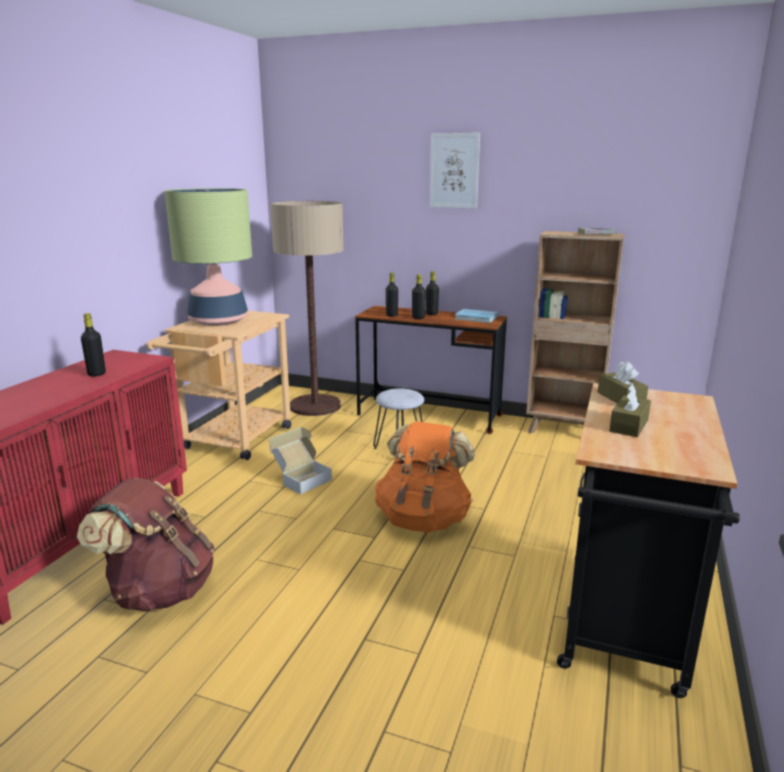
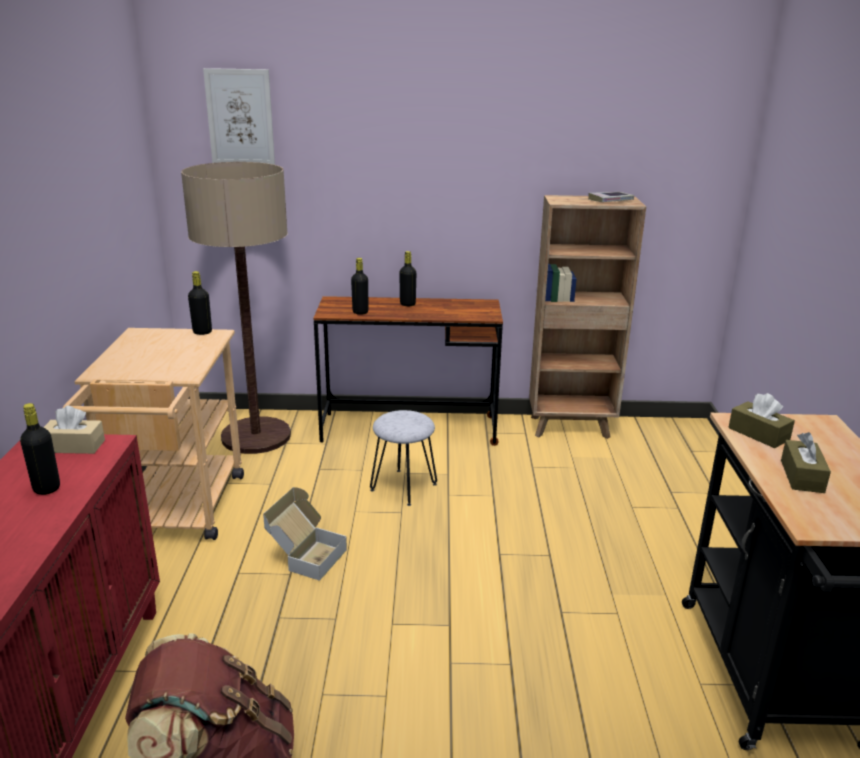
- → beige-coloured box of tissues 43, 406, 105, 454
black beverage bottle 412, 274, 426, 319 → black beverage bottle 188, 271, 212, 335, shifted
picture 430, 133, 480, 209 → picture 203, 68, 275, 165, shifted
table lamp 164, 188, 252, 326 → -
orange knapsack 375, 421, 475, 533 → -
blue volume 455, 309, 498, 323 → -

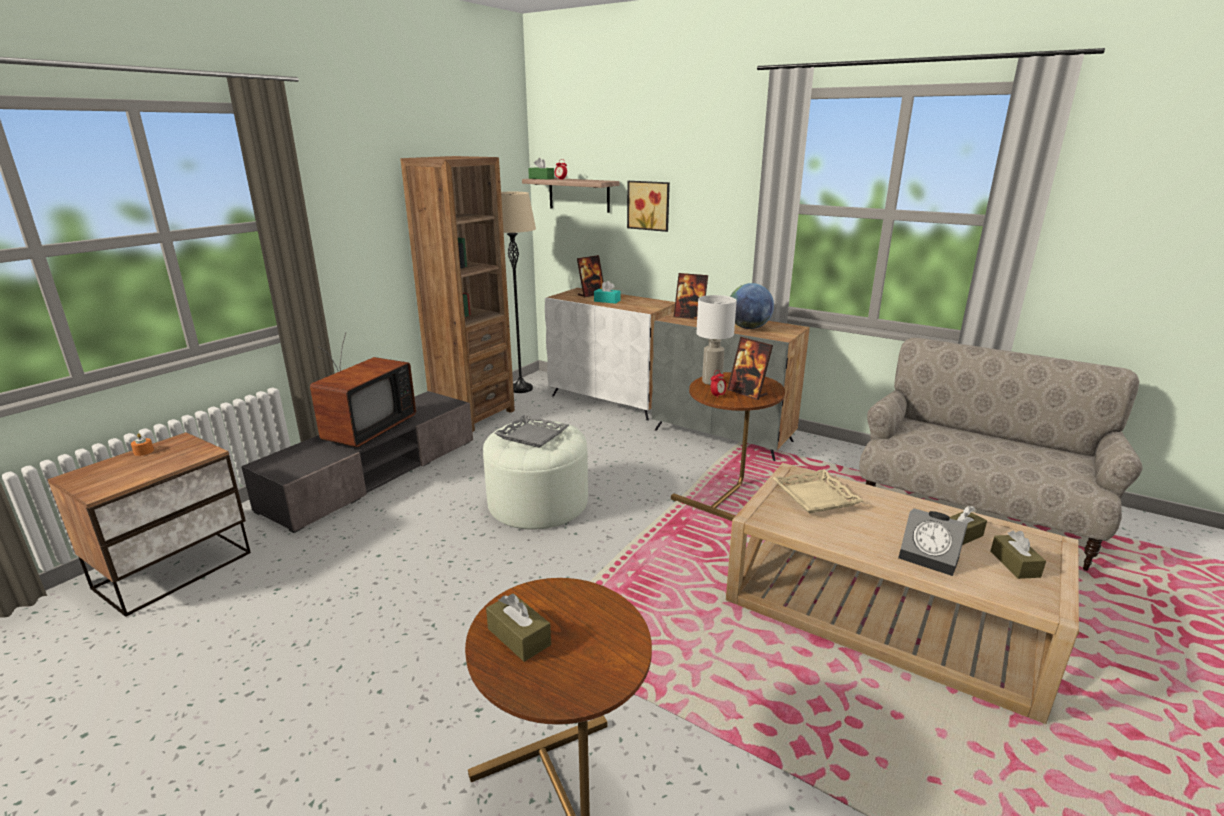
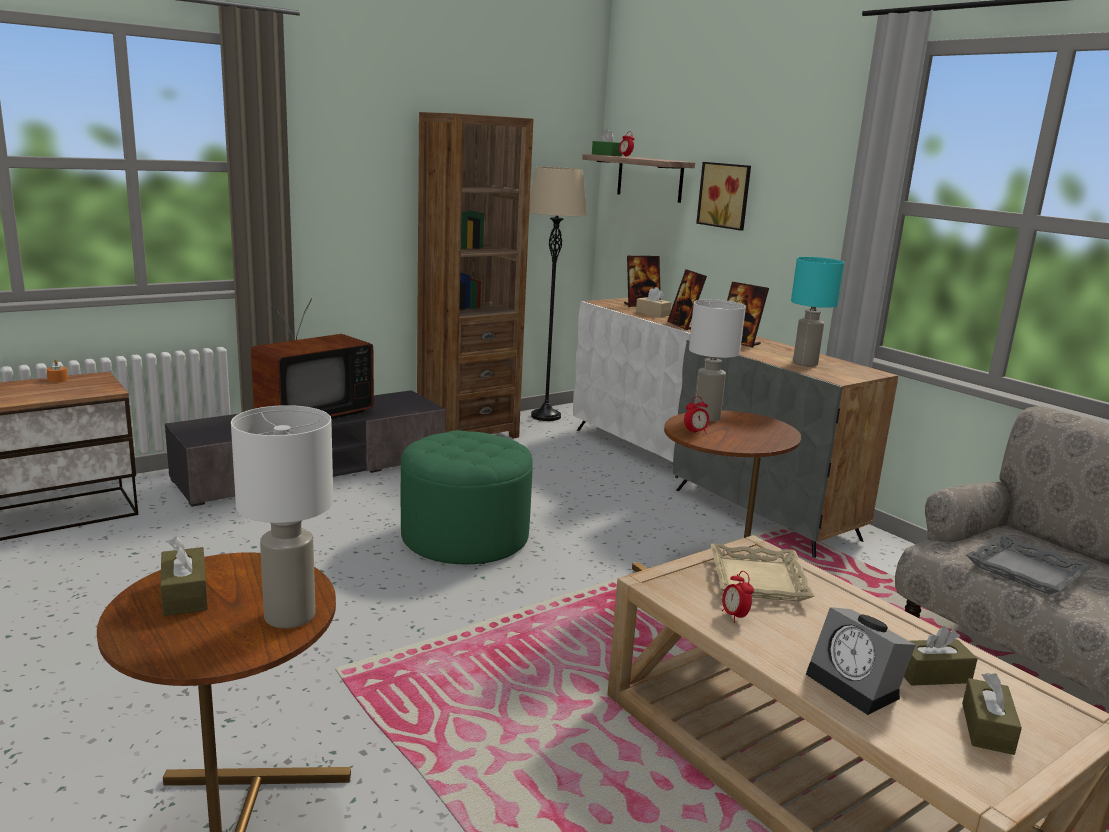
- → whitish table lamp 231, 405, 333, 628
whitish footrest 483, 420, 588, 530 → green-coloured footrest 401, 430, 533, 564
turquoise-coloured box of tissues 594, 281, 620, 304 → beige-coloured box of tissues 636, 287, 671, 317
standing frame 727, 337, 773, 400 → standing frame 667, 269, 707, 330, shifted
- → table clock 722, 571, 754, 623
desk globe 730, 283, 774, 329 → turquoise-coloured table lamp 791, 257, 844, 367
gray serving tray 494, 415, 569, 448 → gray serving tray 966, 534, 1092, 595, shifted

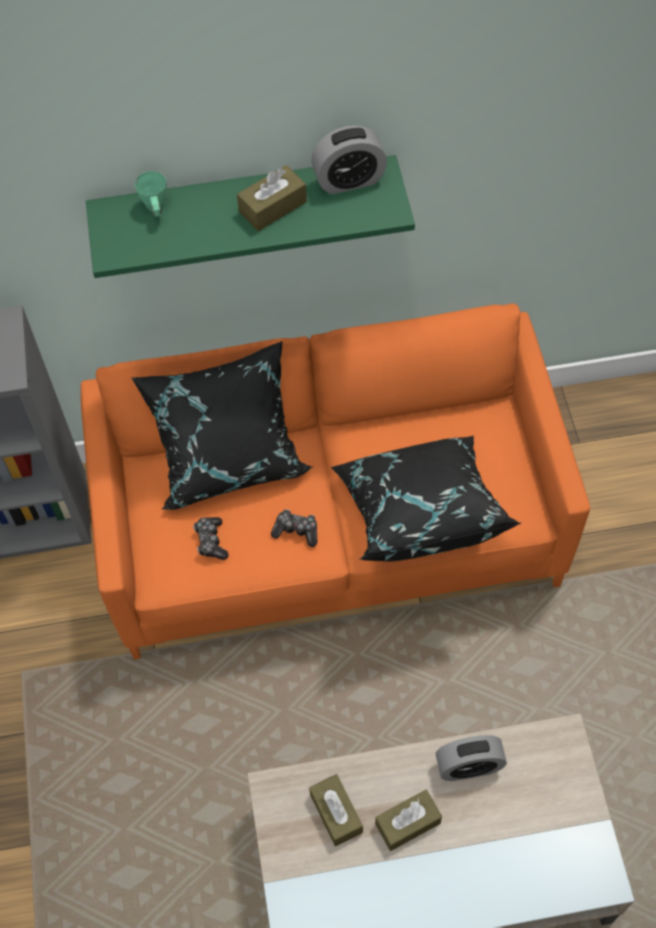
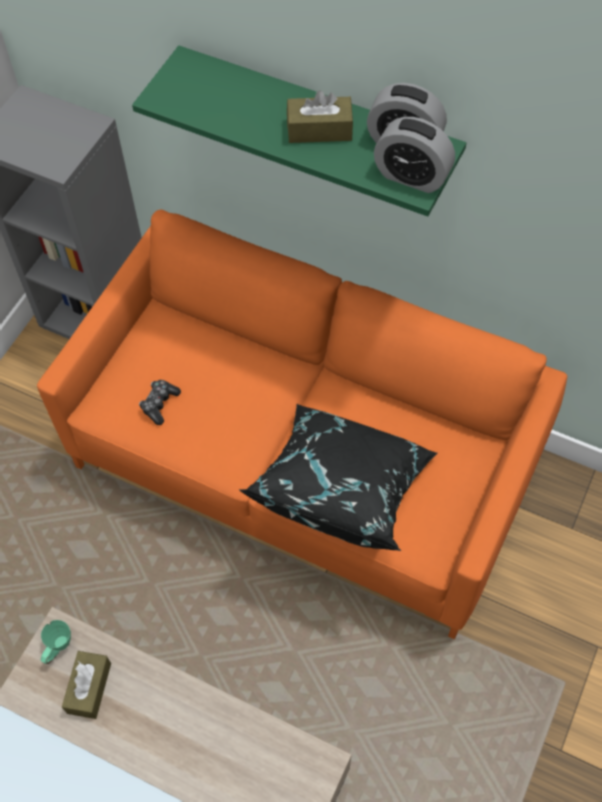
green-coloured coffee mug 135, 171, 167, 216 → green-coloured coffee mug 41, 620, 71, 664, shifted
table clock 436, 735, 507, 781 → table clock 374, 117, 455, 193, shifted
black throw pillow 131, 341, 313, 510 → -
game controller 271, 509, 317, 547 → -
brownish box of tissues 375, 790, 442, 851 → -

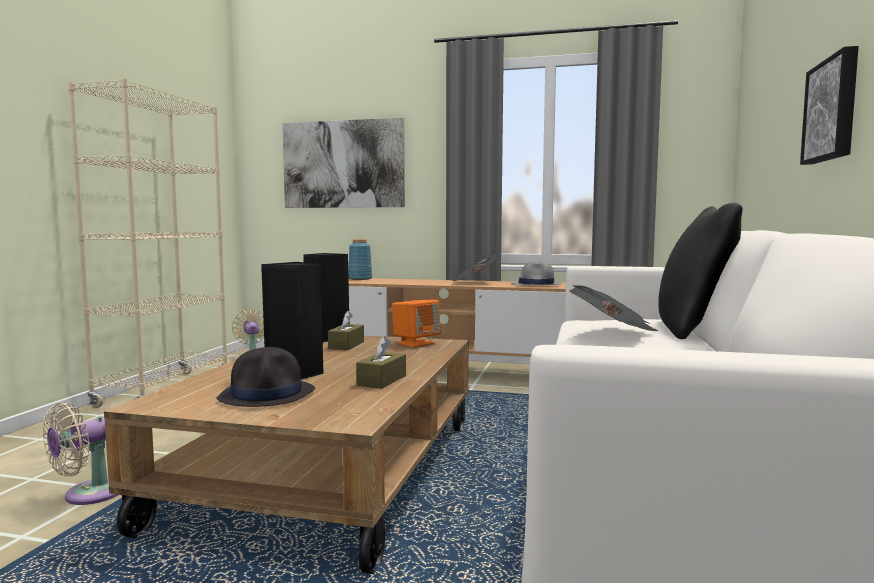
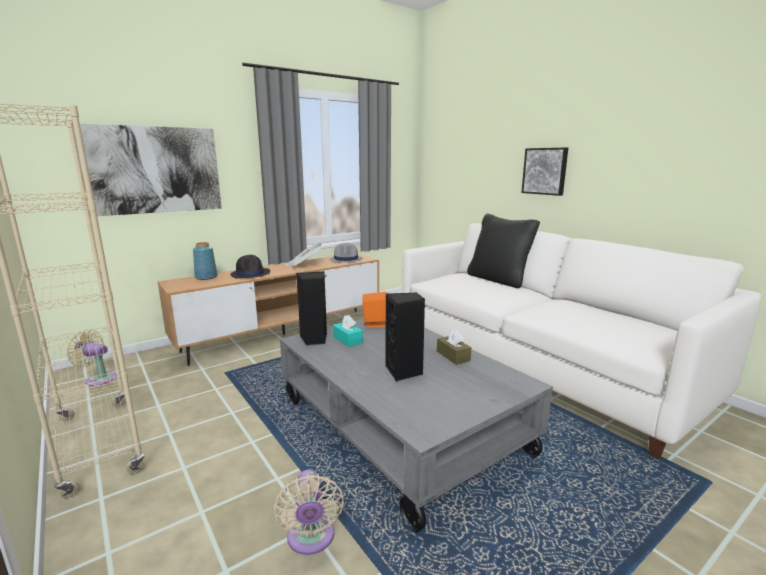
black wearable hat 216, 347, 315, 407 → black wearable hat 231, 255, 270, 278, shifted
brownish coffee table 104, 335, 469, 574 → gray coffee table 280, 318, 553, 532
brownish box of tissues 328, 311, 364, 350 → turquoise-coloured box of tissues 333, 315, 363, 347
daily paper 570, 285, 659, 331 → -

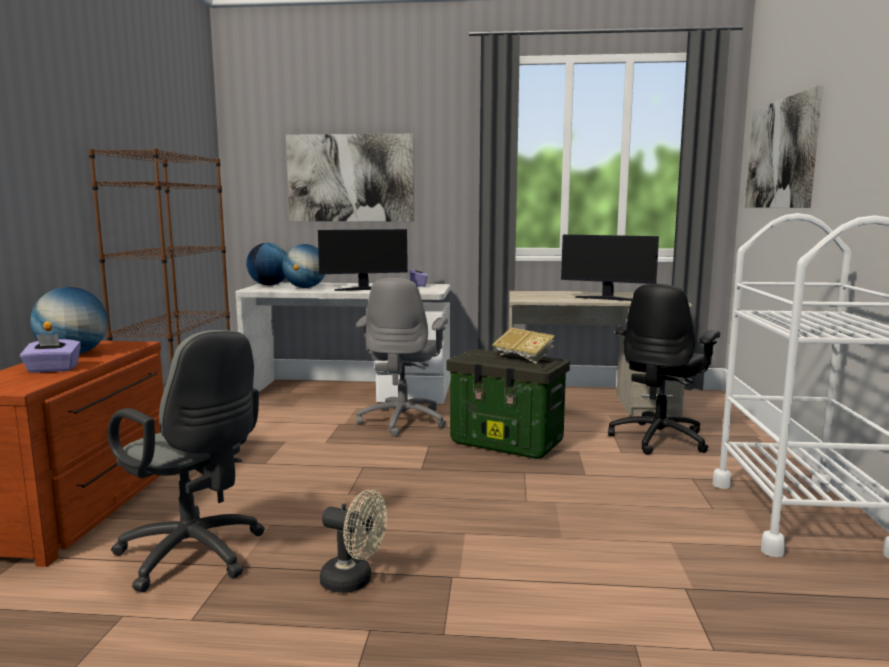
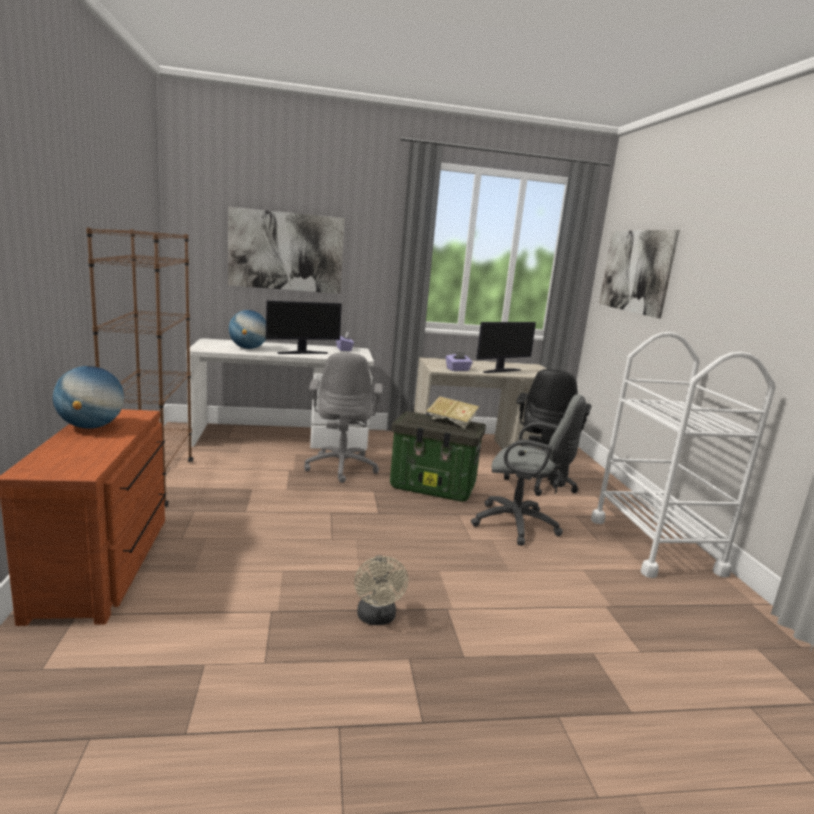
beige-coloured fan 320, 490, 387, 593 → beige-coloured fan 354, 555, 408, 625, 75 degrees clockwise
purplish box of tissues 20, 334, 81, 373 → purplish box of tissues 446, 352, 473, 371, shifted
gray computer chair 108, 330, 265, 592 → gray computer chair 471, 394, 586, 546, shifted
monitor 561, 234, 659, 301 → monitor 476, 322, 536, 373, 45 degrees counterclockwise
desk globe 246, 243, 286, 285 → -

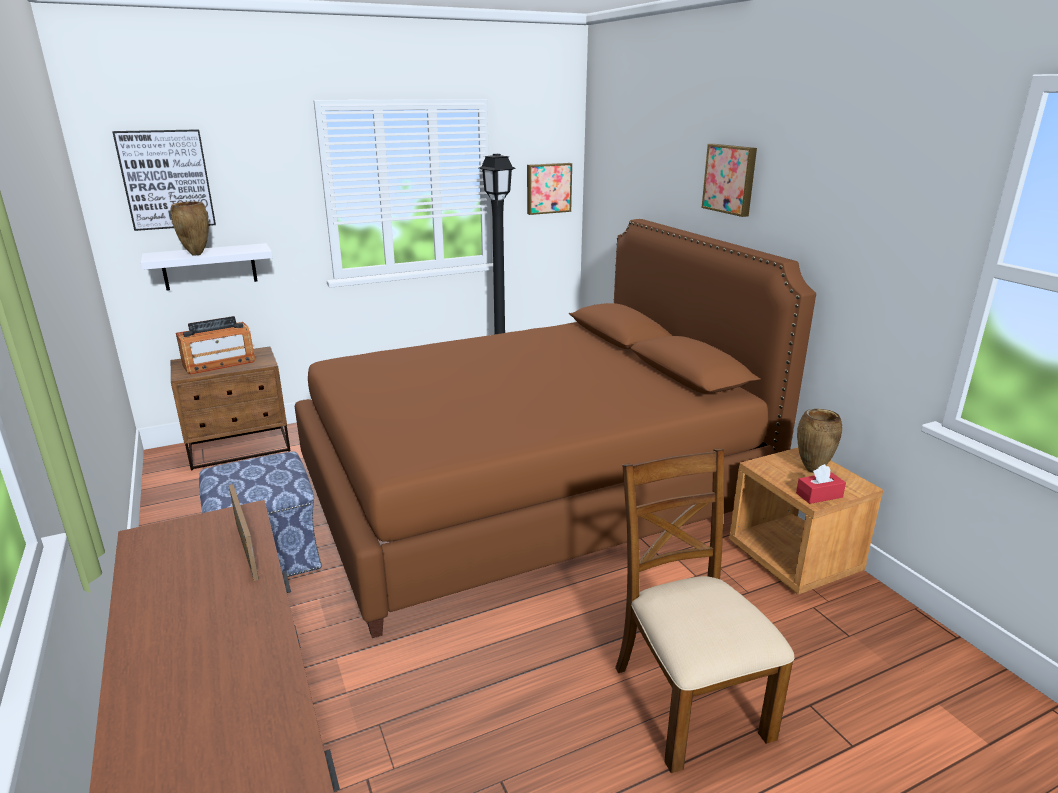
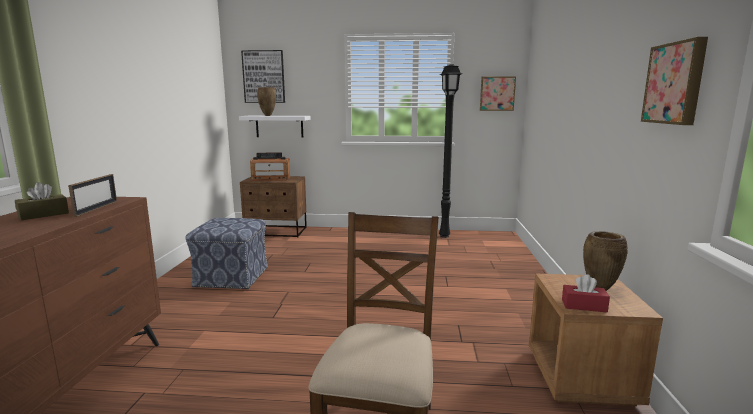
- → brownish box of tissues 15, 182, 69, 220
picture 702, 144, 757, 217 → picture 641, 37, 708, 125, shifted
brownish bedroom bed 295, 219, 816, 638 → -

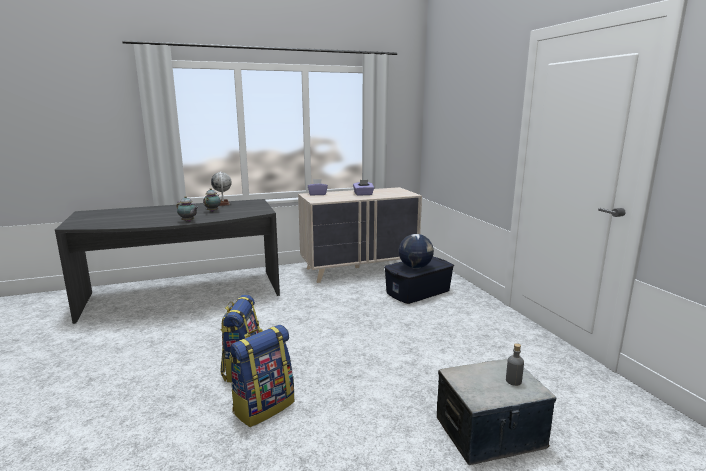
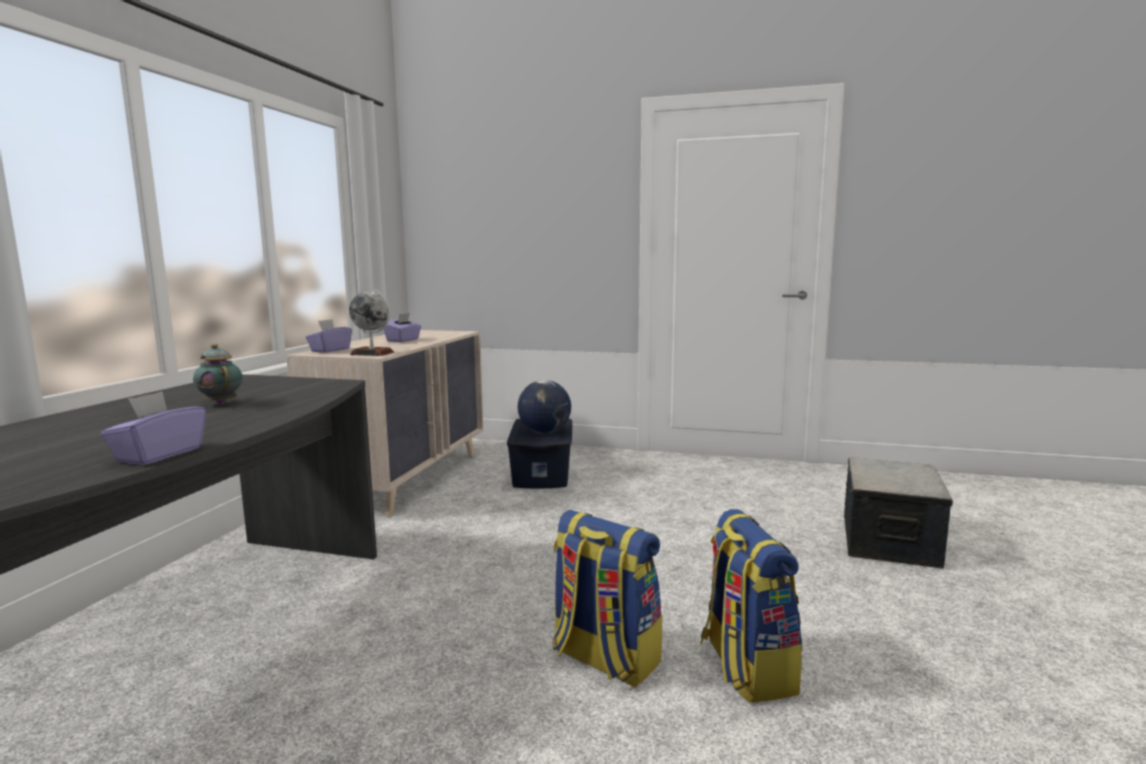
- → purplish box of tissues 101, 391, 206, 465
desk globe 211, 171, 232, 206 → desk globe 349, 290, 394, 356, shifted
tea pot 176, 196, 199, 222 → -
gray beverage bottle 506, 343, 524, 386 → -

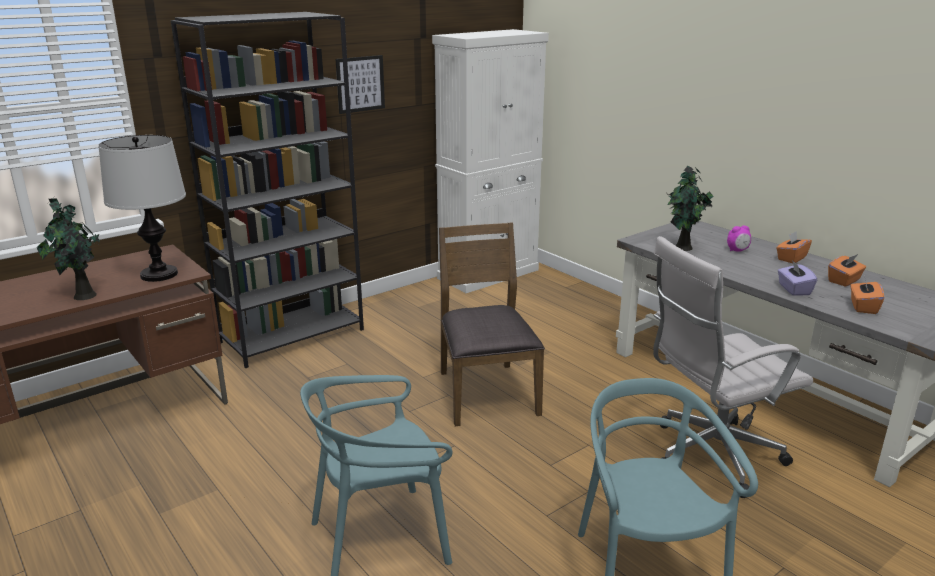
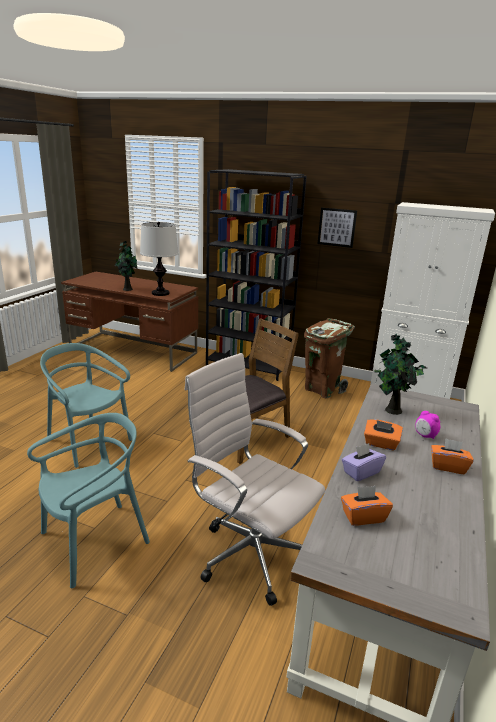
- → brownish trash can 304, 318, 355, 399
orange box of tissues 828, 254, 866, 287 → orange box of tissues 364, 419, 403, 450, shifted

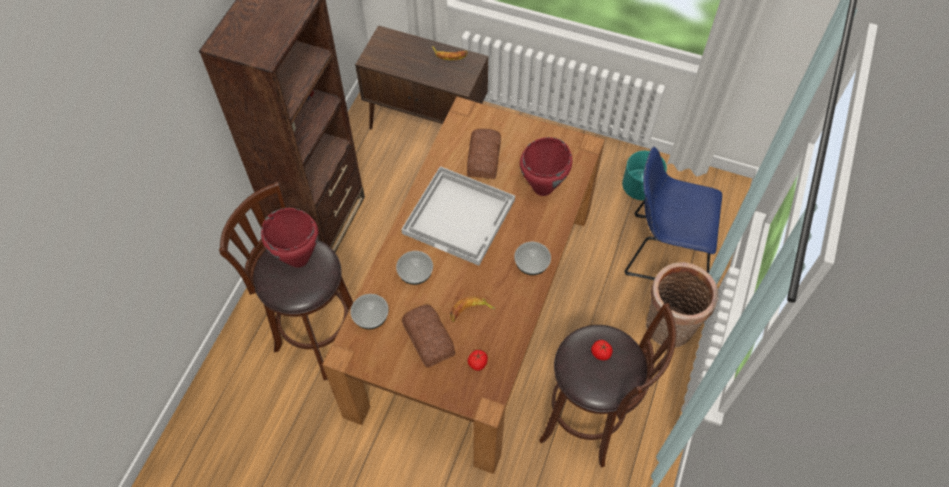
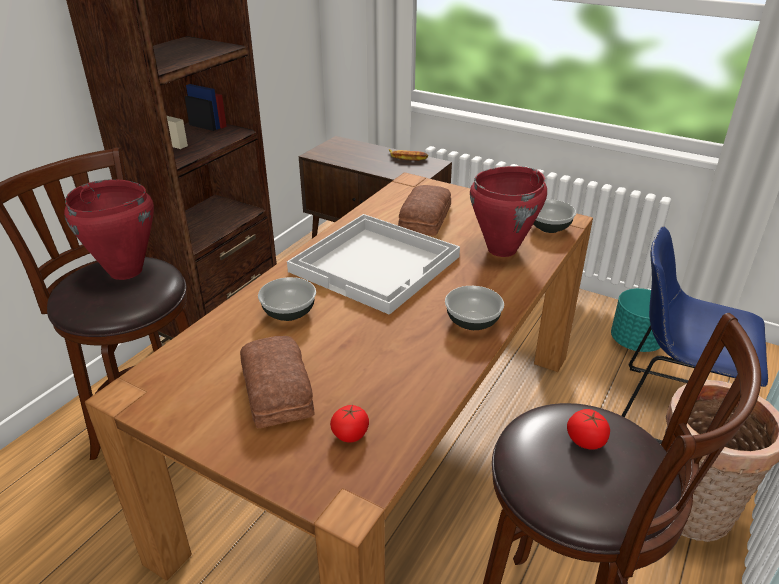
serving bowl 350, 294, 389, 329 → serving bowl 533, 199, 576, 233, shifted
banana fruit 450, 296, 495, 322 → -

